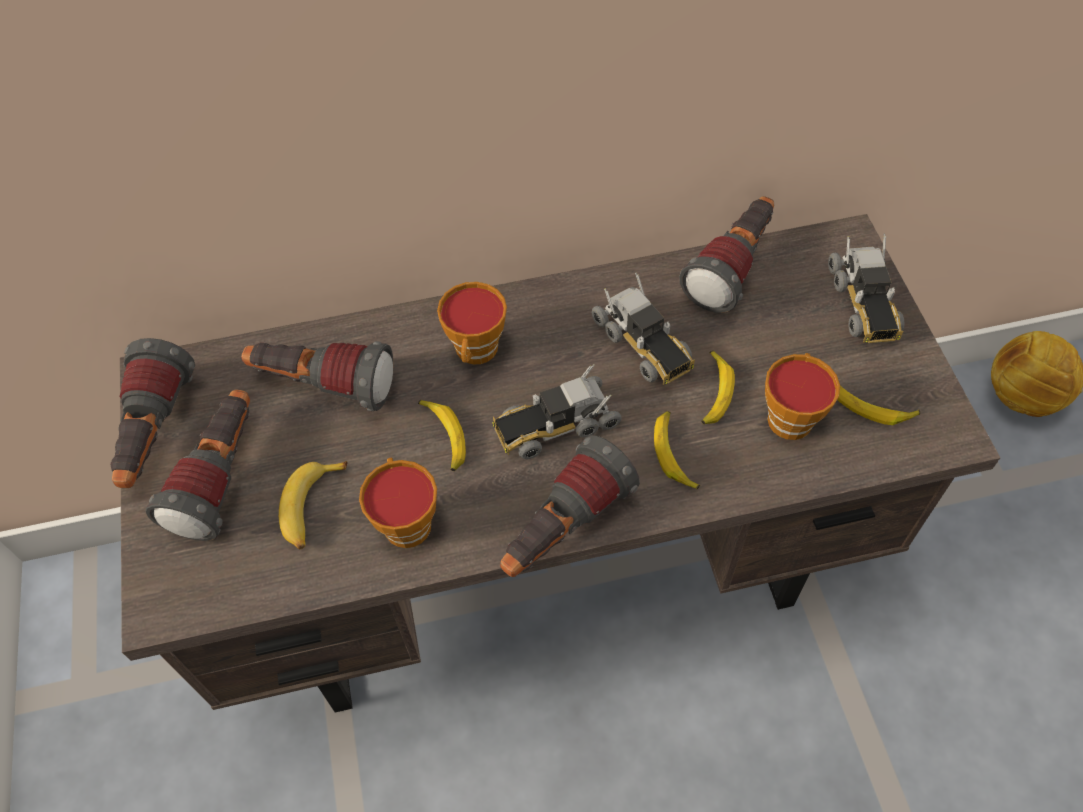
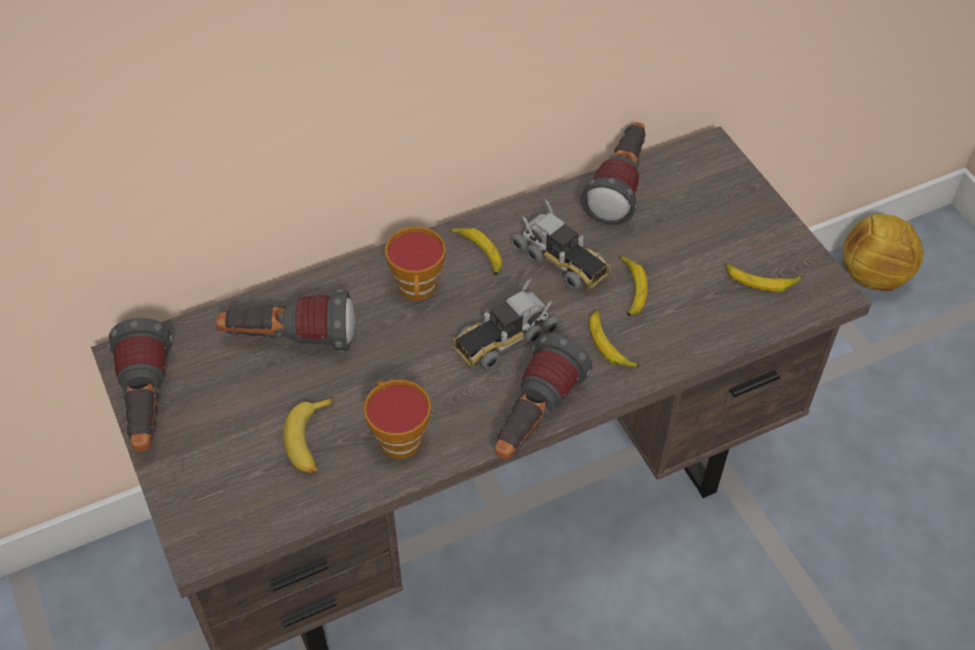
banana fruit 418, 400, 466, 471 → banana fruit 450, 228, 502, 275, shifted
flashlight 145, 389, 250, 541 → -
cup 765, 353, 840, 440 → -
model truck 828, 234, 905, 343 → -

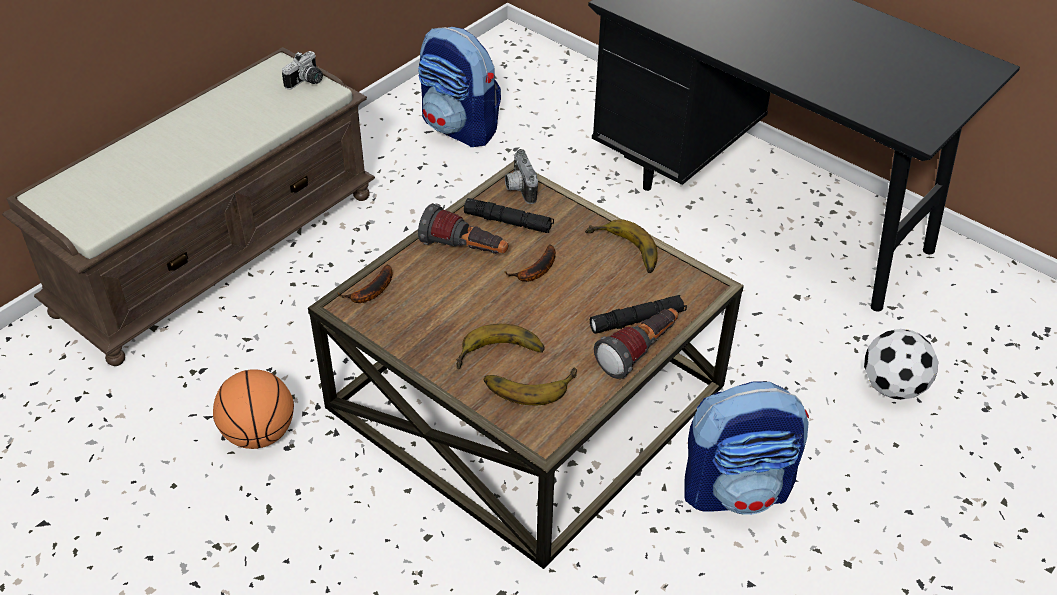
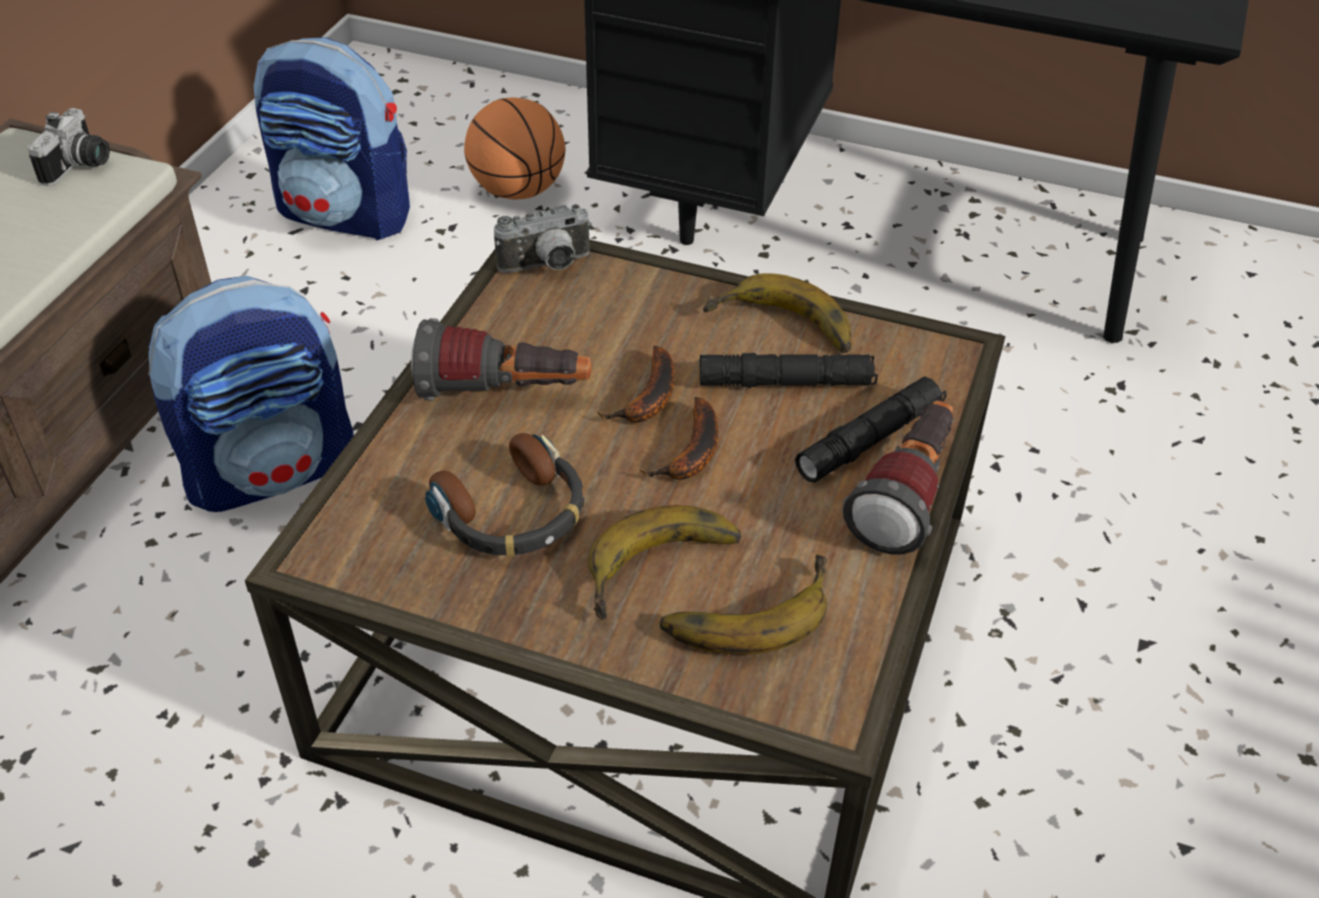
knapsack 685, 381, 809, 515 → knapsack 148, 276, 354, 512, shifted
- → headphones 425, 433, 584, 557
ball for basketball 213, 369, 294, 449 → ball for basketball 464, 98, 565, 199, shifted
photo camera 505, 149, 538, 204 → photo camera 494, 204, 592, 273, 75 degrees counterclockwise
banana fruit 338, 265, 392, 303 → banana fruit 639, 397, 718, 480, shifted
black flashlight 464, 198, 554, 233 → black flashlight 700, 353, 878, 388, shifted
football 864, 329, 938, 400 → -

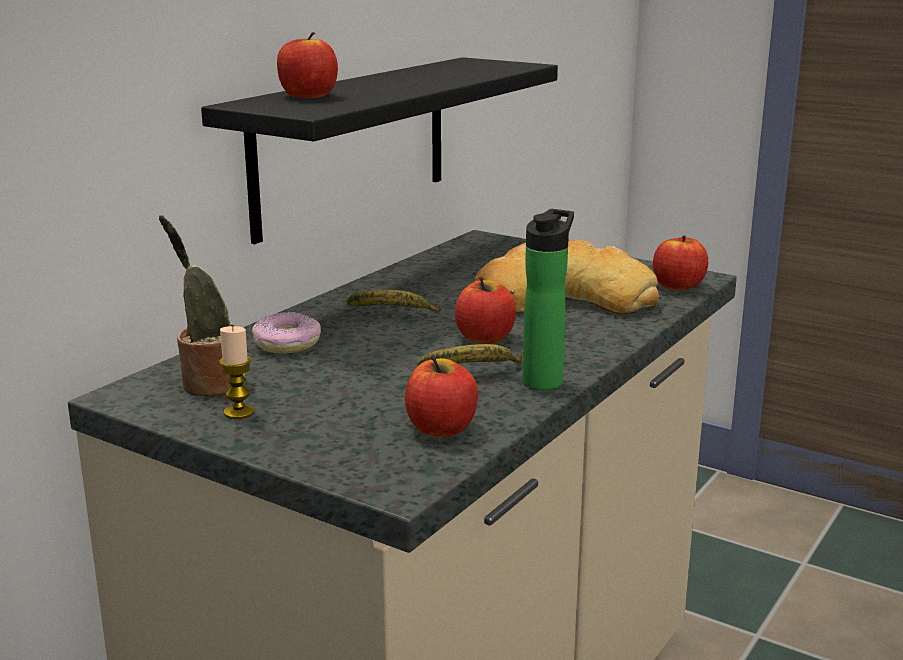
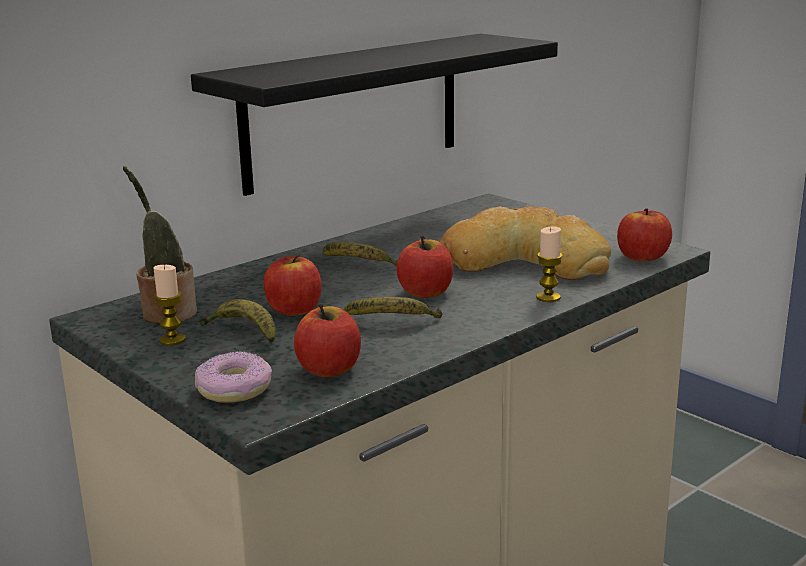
ring doughnut 252, 312, 321, 354 → ring doughnut 195, 352, 272, 403, shifted
- → banana fruit 199, 299, 276, 343
whole apple 277, 32, 338, 98 → whole apple 264, 255, 322, 316, shifted
- → wax light 536, 226, 563, 302
beverage bottle 522, 209, 574, 390 → -

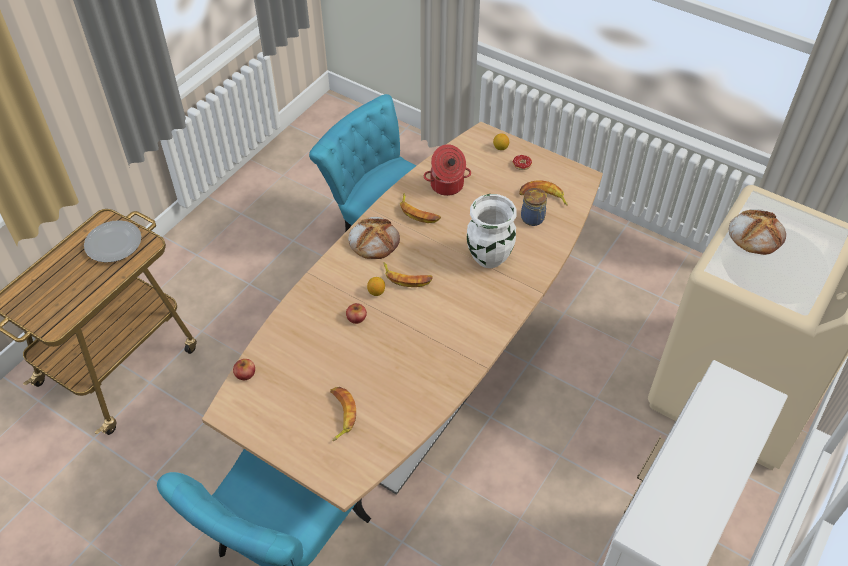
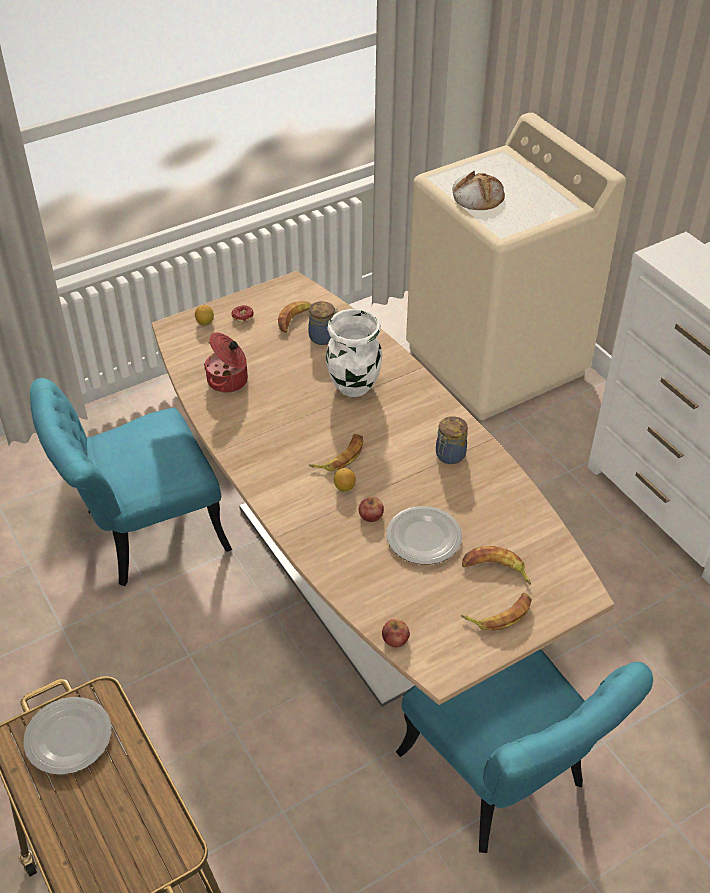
- → flat dish 387, 506, 462, 564
- → preserve jar 436, 416, 468, 464
banana fruit 400, 193, 441, 223 → banana fruit 461, 593, 532, 630, shifted
bread 348, 217, 400, 259 → -

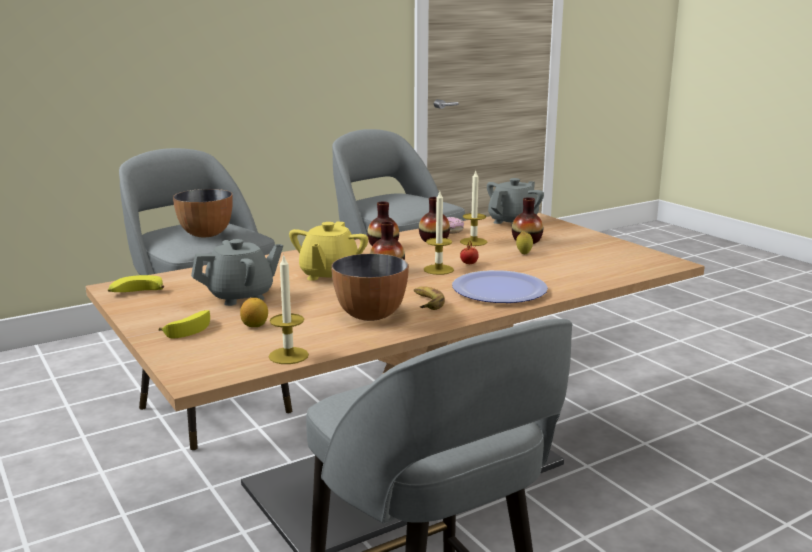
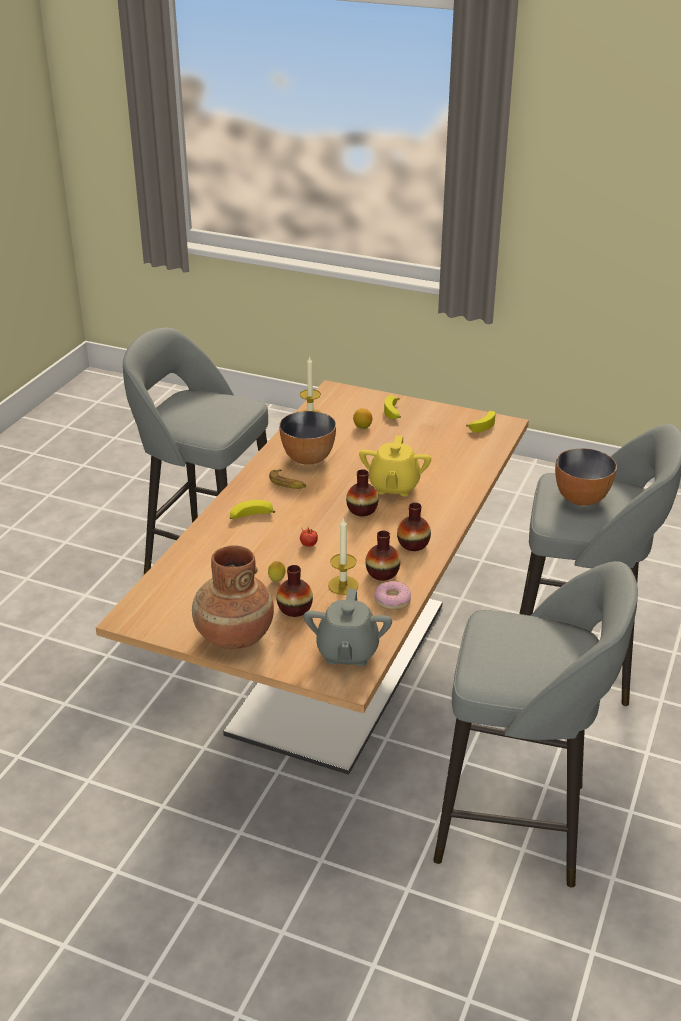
- → brownish decorative vase 192, 545, 274, 649
flat dish 452, 270, 548, 303 → banana fruit 230, 500, 275, 519
yellowish tea pot 289, 221, 368, 281 → yellowish tea pot 359, 435, 431, 497, 150 degrees counterclockwise
gray tea pot 191, 239, 283, 306 → -
wax light 424, 191, 454, 275 → -

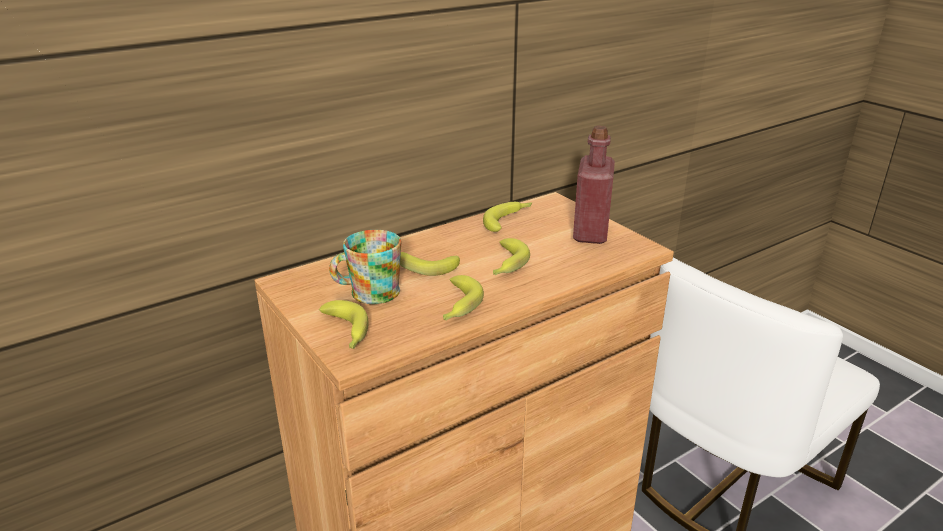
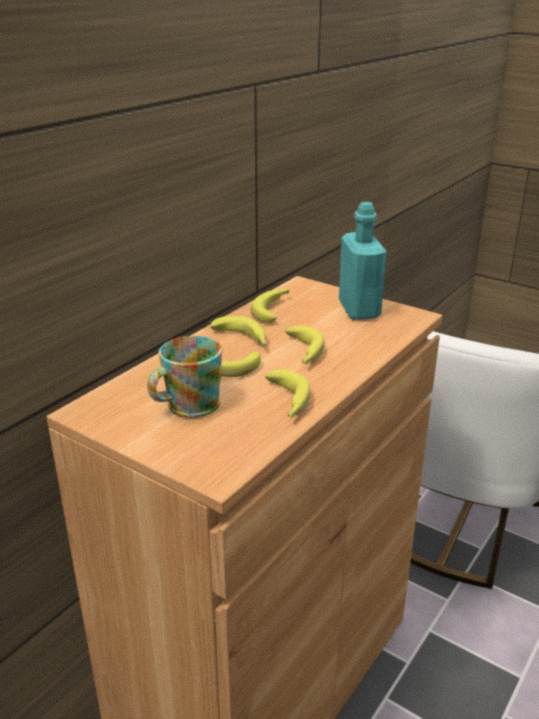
banana fruit 319, 300, 368, 349 → banana fruit 210, 316, 267, 346, shifted
red beverage bottle 573, 126, 615, 244 → turquoise-coloured beverage bottle 339, 202, 387, 320

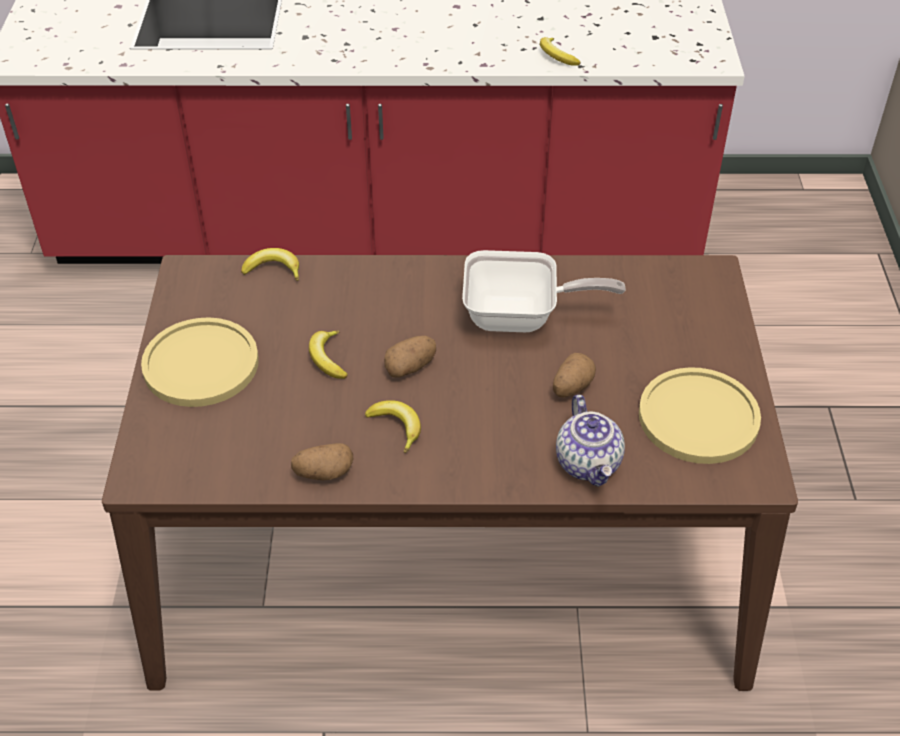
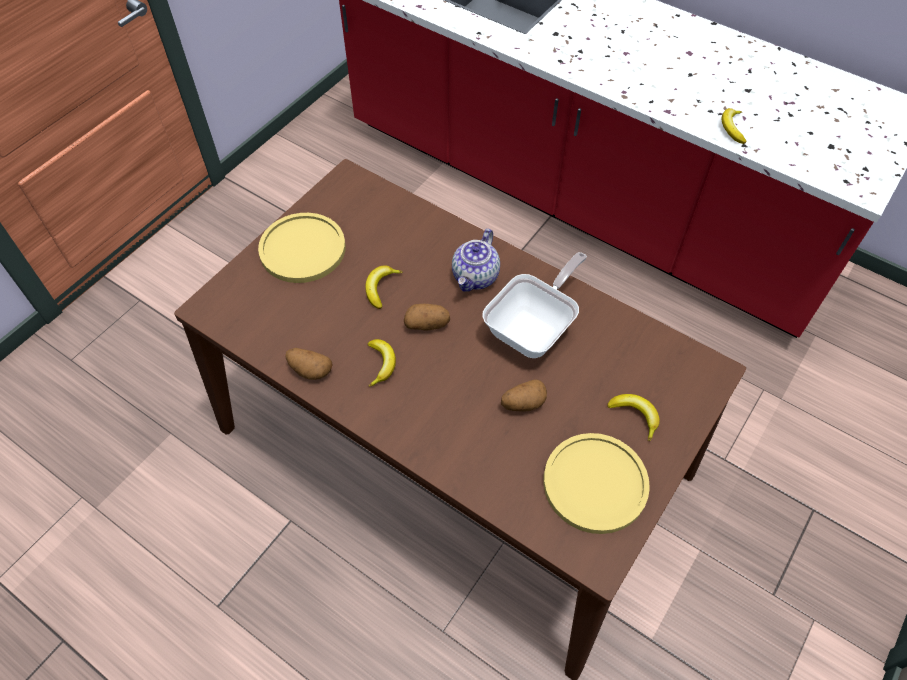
tea pot 556, 395, 625, 487 → tea pot 452, 229, 500, 292, shifted
skillet 462, 250, 625, 332 → skillet 482, 252, 587, 358, 90 degrees counterclockwise
banana fruit 241, 248, 299, 281 → banana fruit 607, 394, 660, 441, shifted

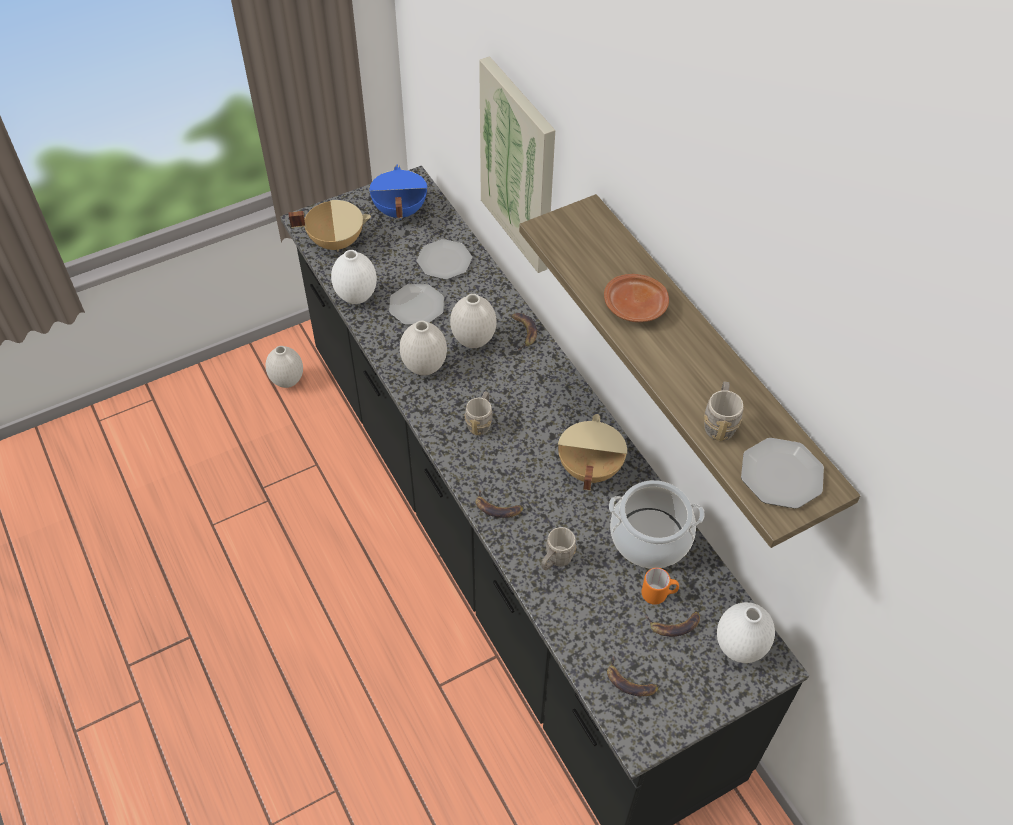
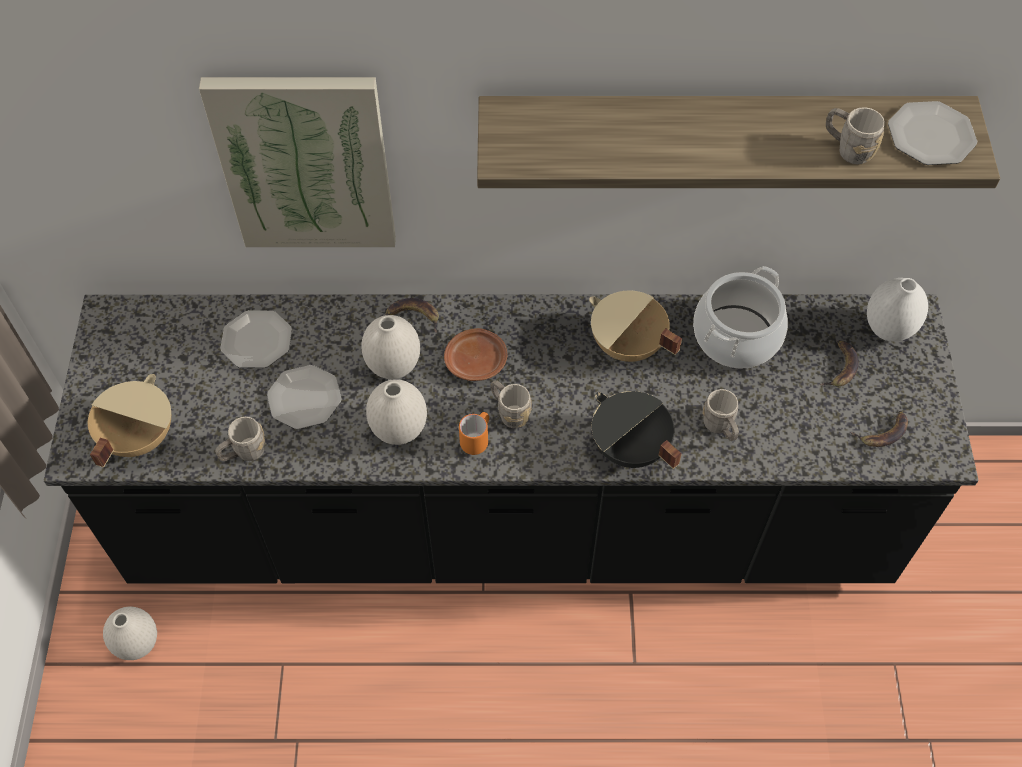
whitish decorative vase 331, 250, 377, 304 → gray coffee mug 215, 417, 265, 461
brownish flat dish 604, 274, 669, 322 → brownish flat dish 444, 328, 508, 381, shifted
orange coffee mug 642, 568, 679, 605 → orange coffee mug 459, 412, 489, 455, shifted
banana fruit 475, 489, 524, 518 → black saucepot 592, 391, 682, 469
blue saucepot 369, 165, 427, 220 → -

